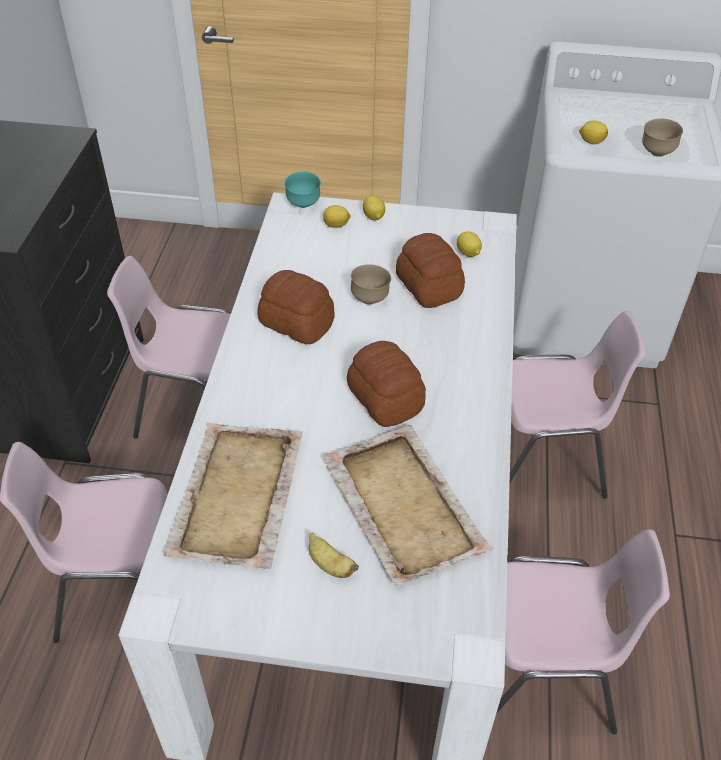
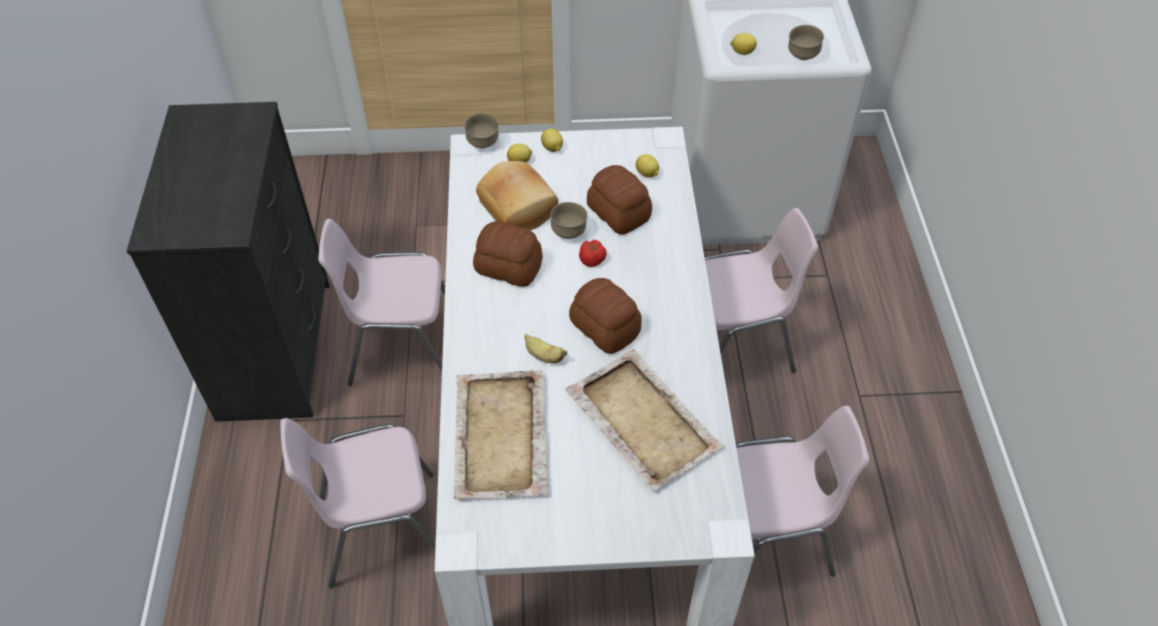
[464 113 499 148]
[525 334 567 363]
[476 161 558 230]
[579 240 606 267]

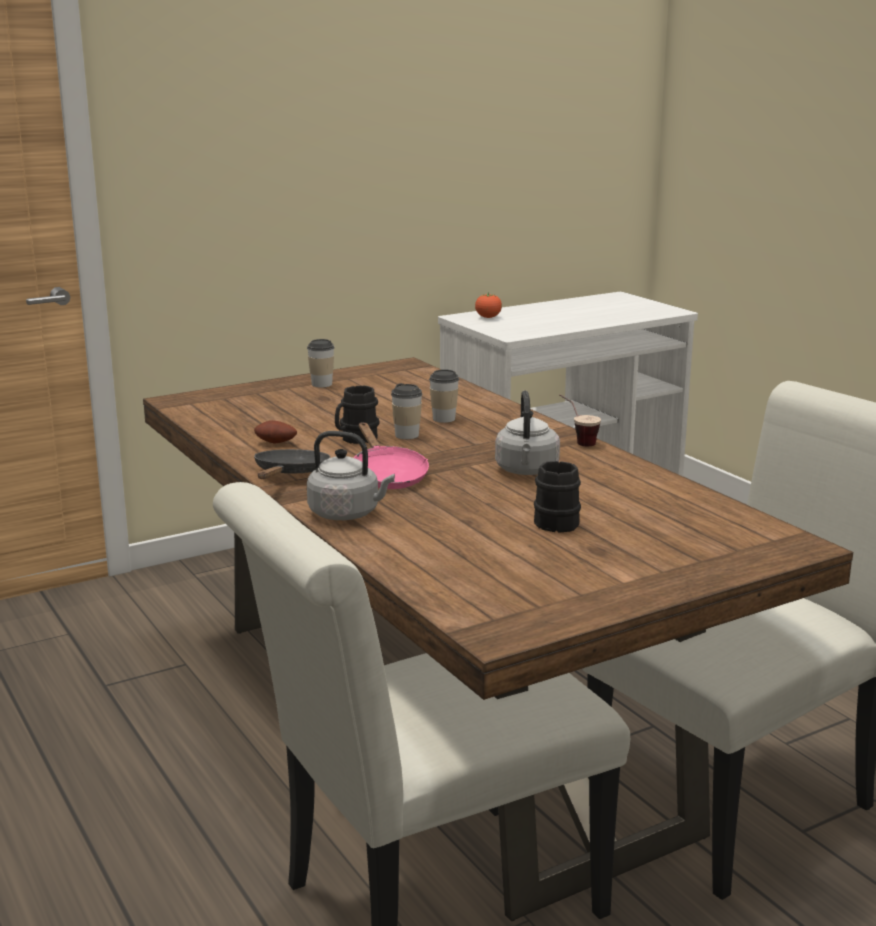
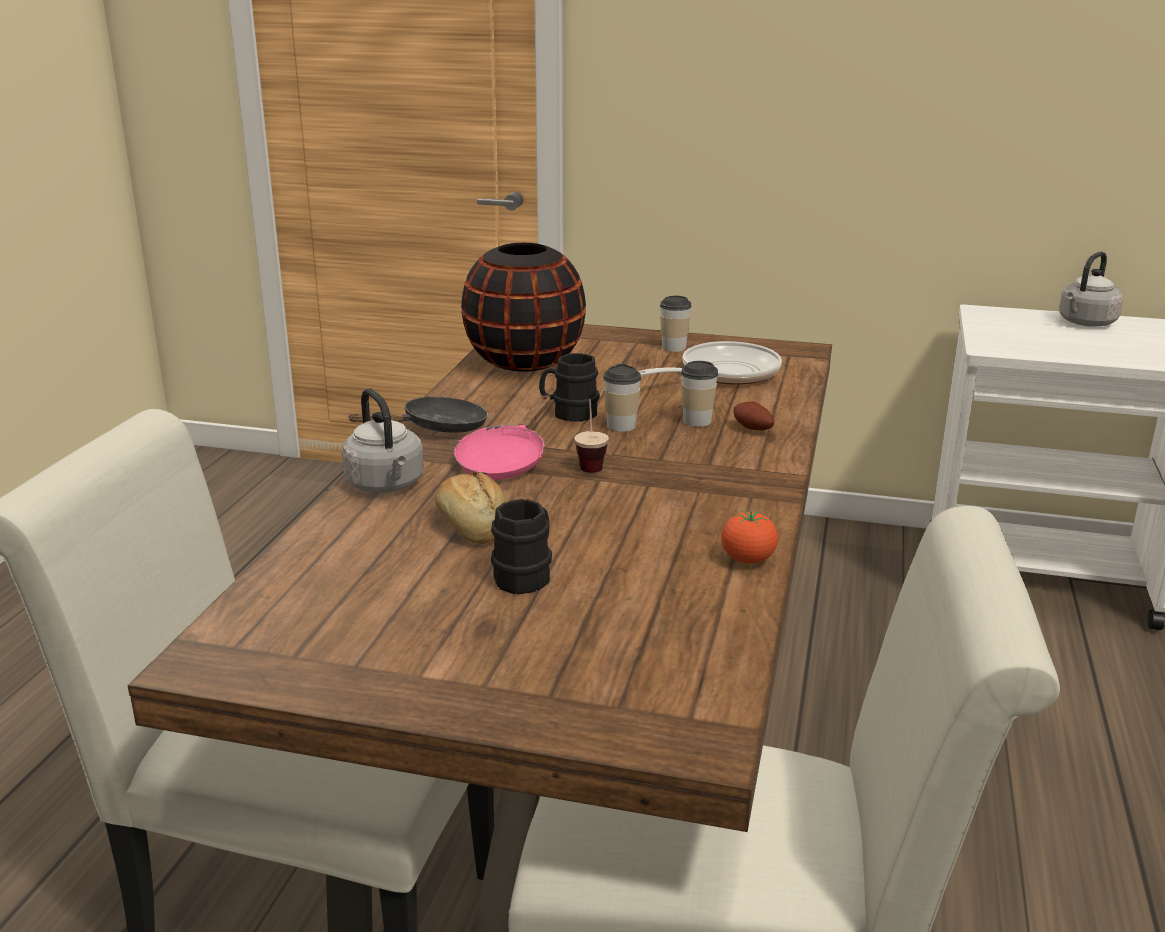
[721 511 778 564]
[1059 251 1123 327]
[574 399 609 473]
[733 402 774 430]
[461 243 586 372]
[638 341 782 385]
[435 471 506 544]

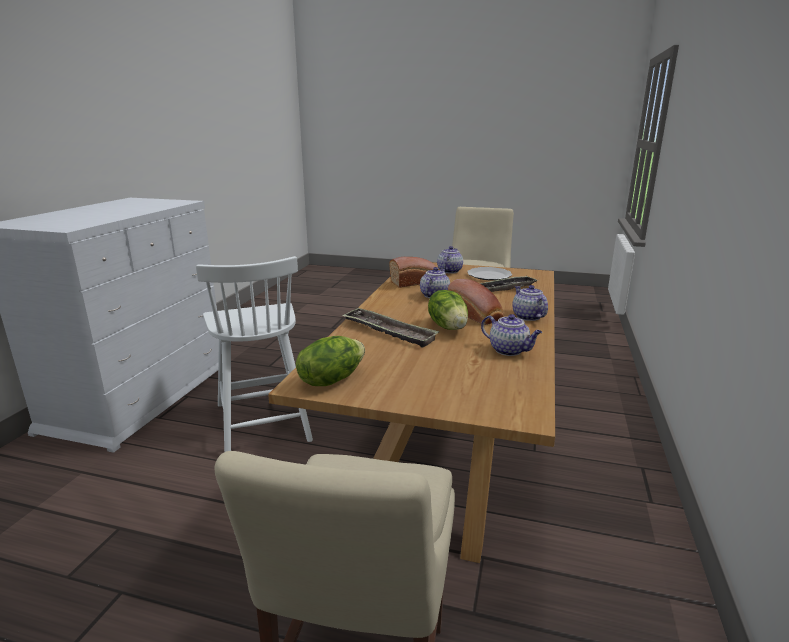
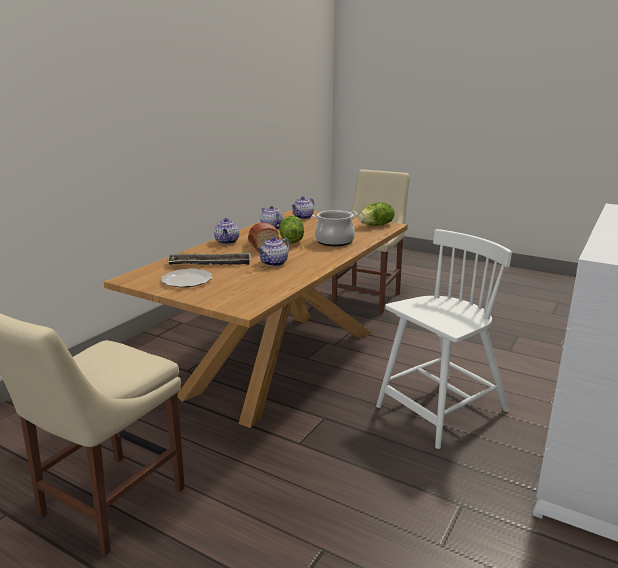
[292 196 314 219]
[376 229 512 449]
[389 257 436 288] (first image)
[312 210 358 246]

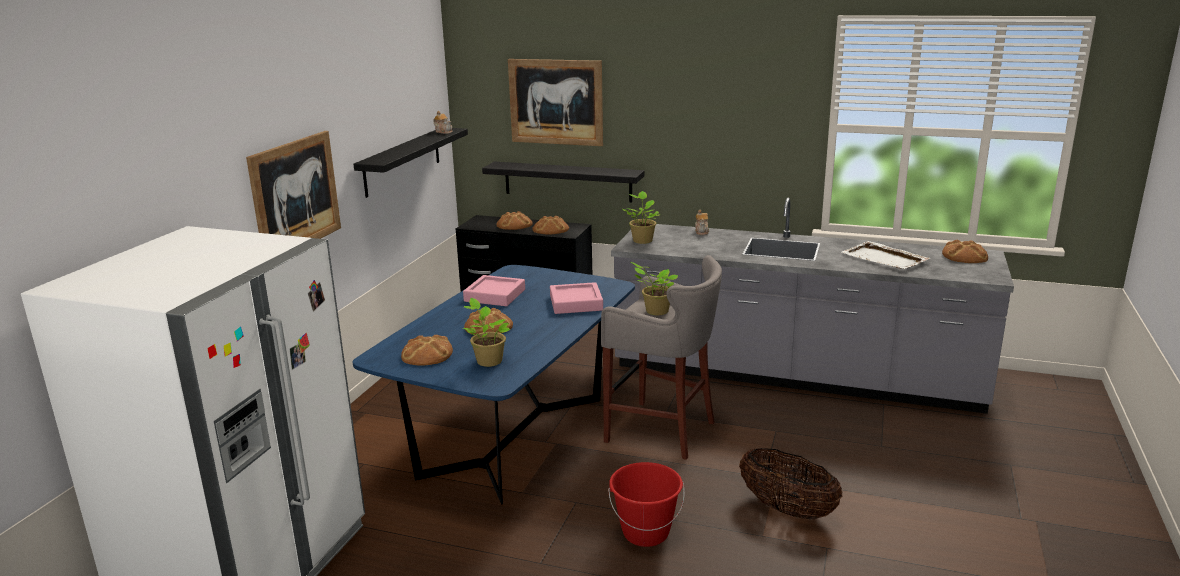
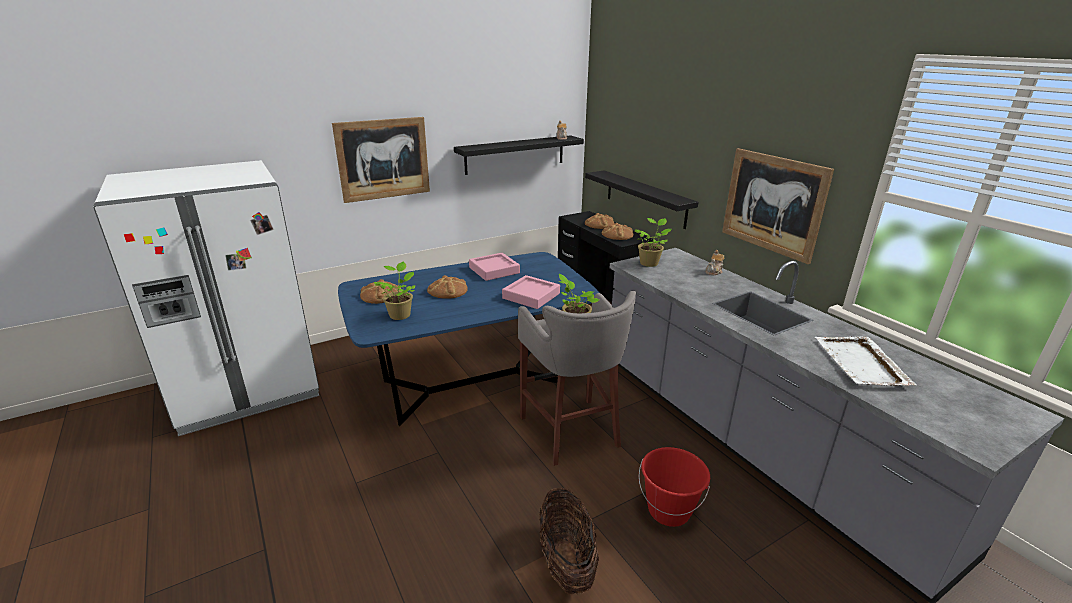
[722 148 834 264]
[942 240 988 263] (first image)
[639 447 710 527]

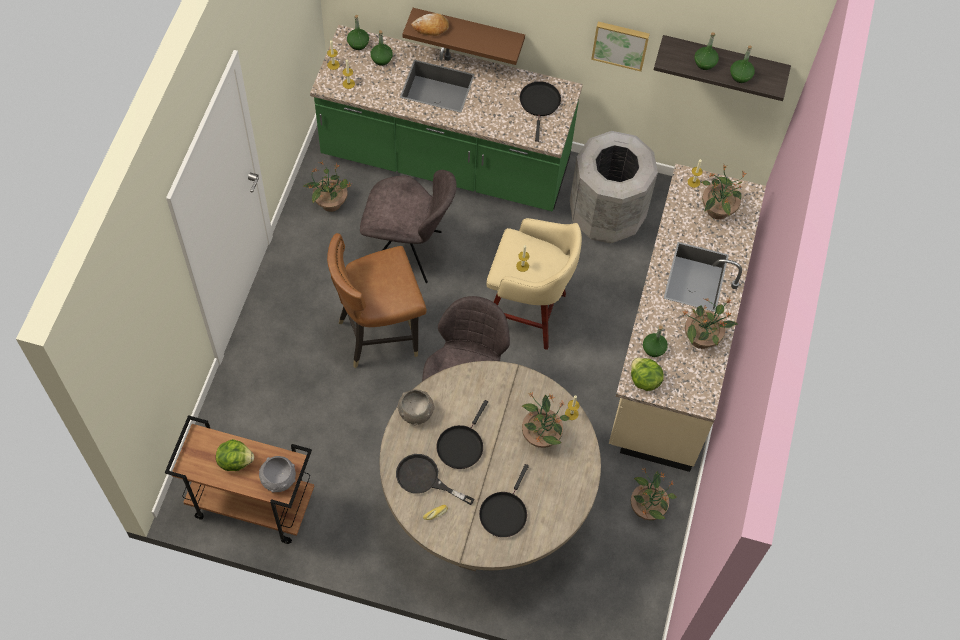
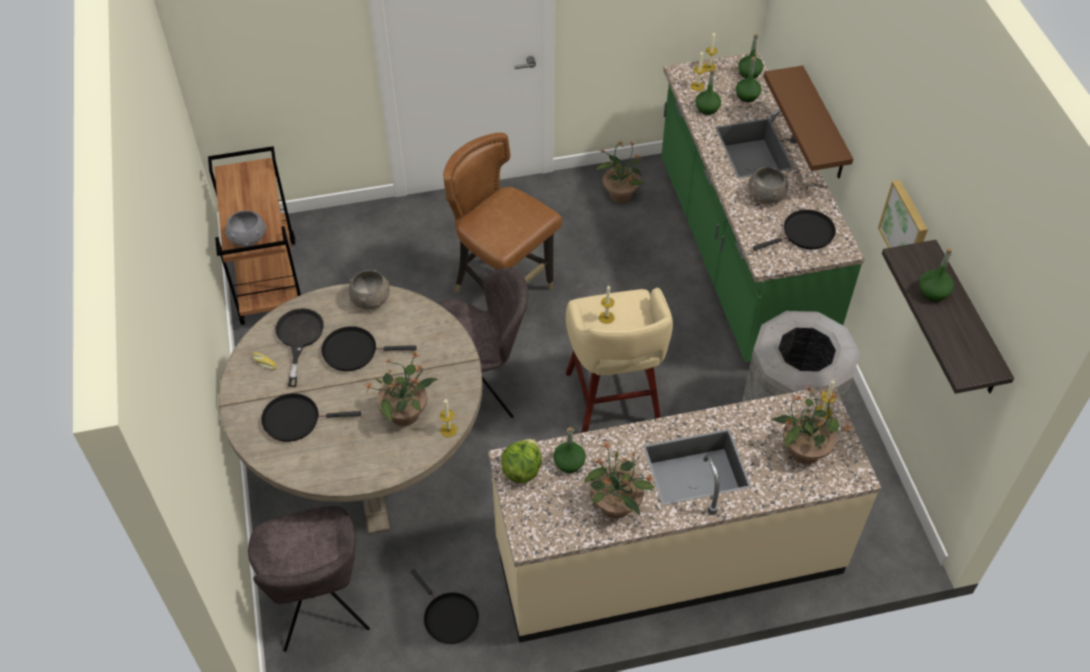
[411 13 449 36] (first image)
[695 69 721 115]
[248 506 370 652]
[216 439 254 471] (first image)
[410 569 479 644]
[748 167 788 204]

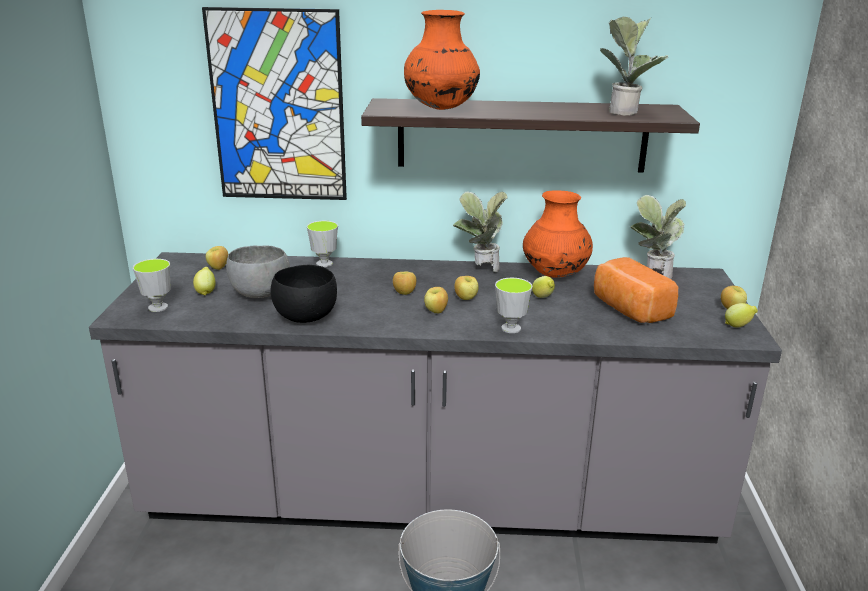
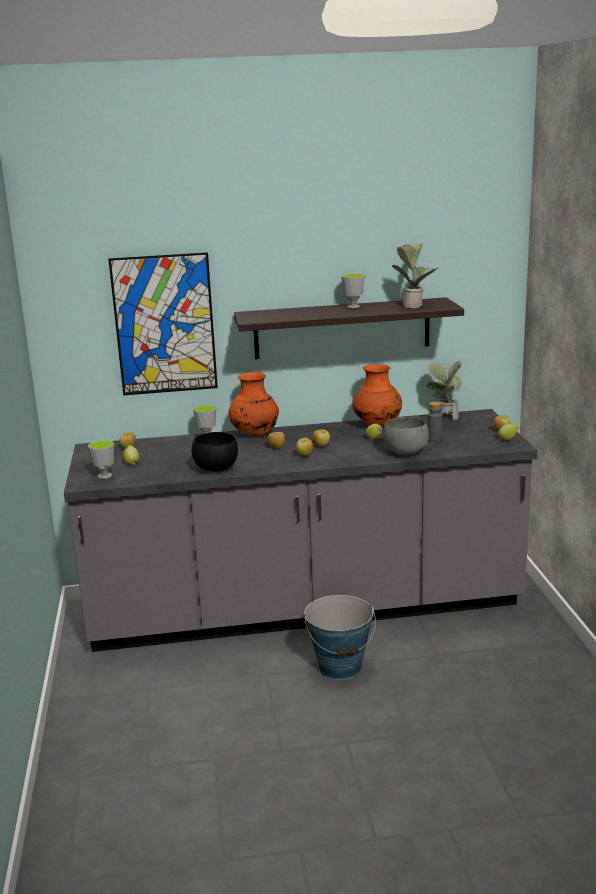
[228 372 279 436]
[453 192 508 272] (first image)
[383 417 429 455]
[427 402 443 442]
[341 273 365 308]

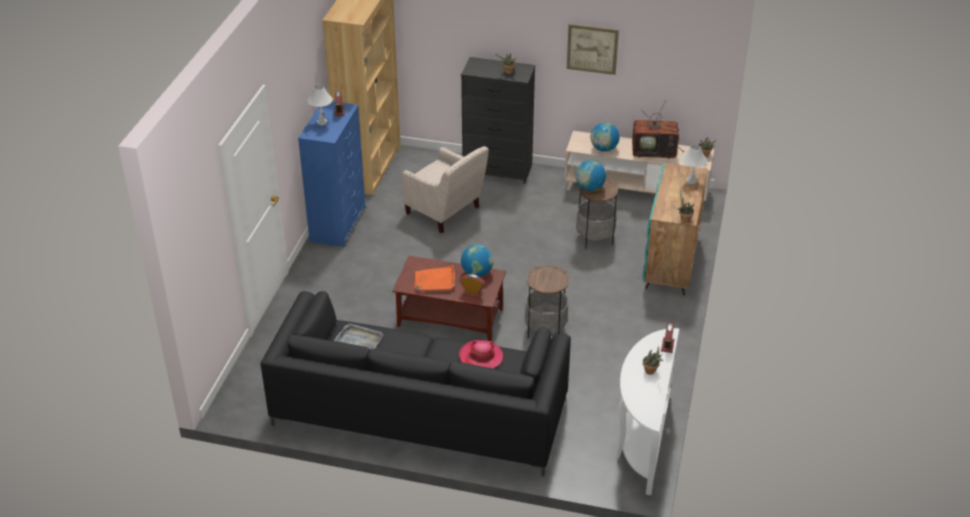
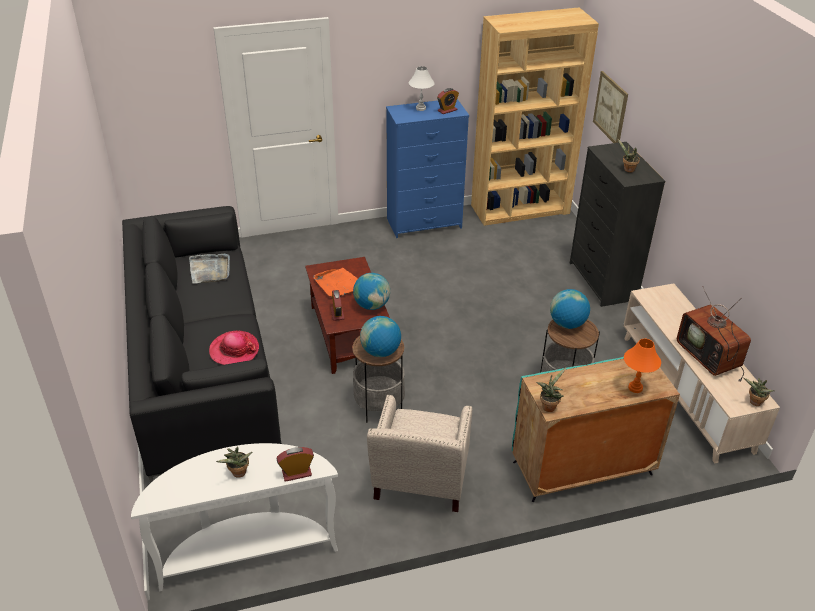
[593 71 628 143]
[360 316 401 357]
[624 339 661 393]
[367 395 472 512]

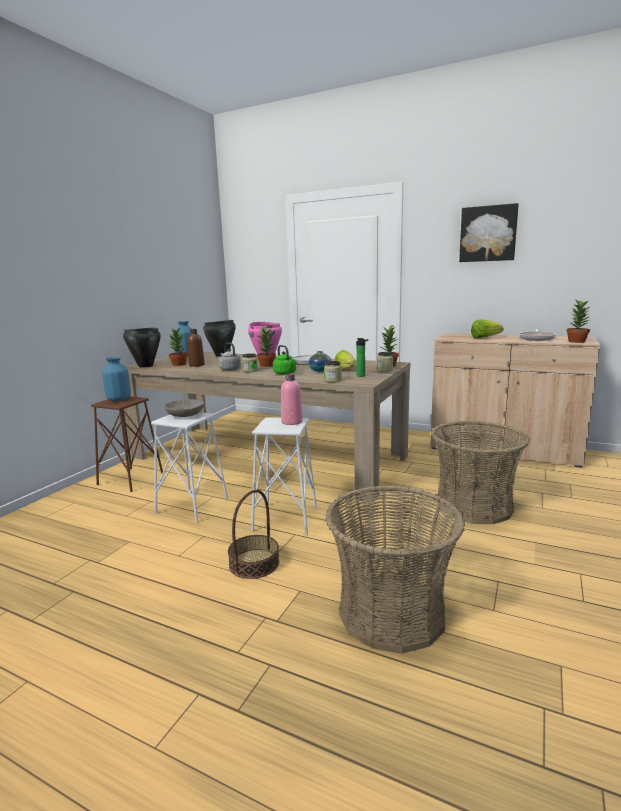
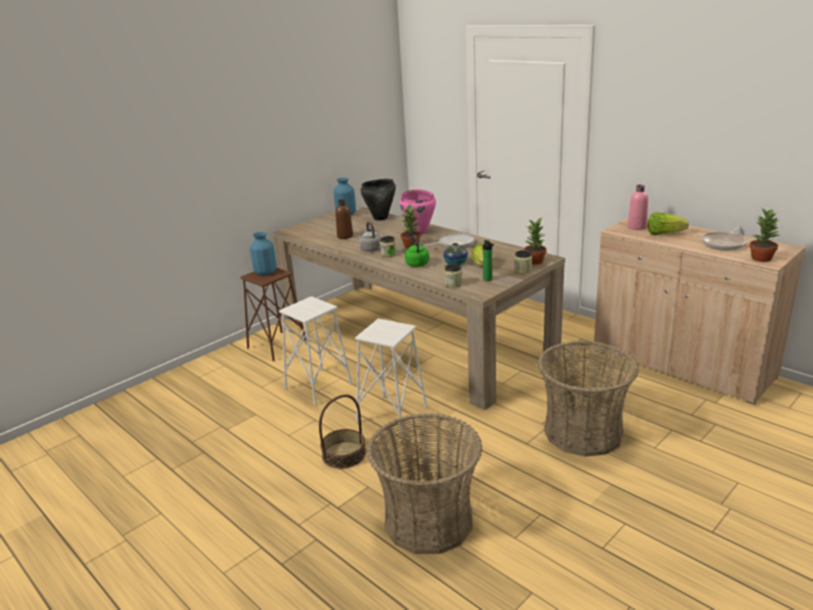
[459 203 519 262] (first image)
[123 328 161 368] (first image)
[169 328 188 366] (first image)
[627 185 648 230]
[164 399 204 417] (first image)

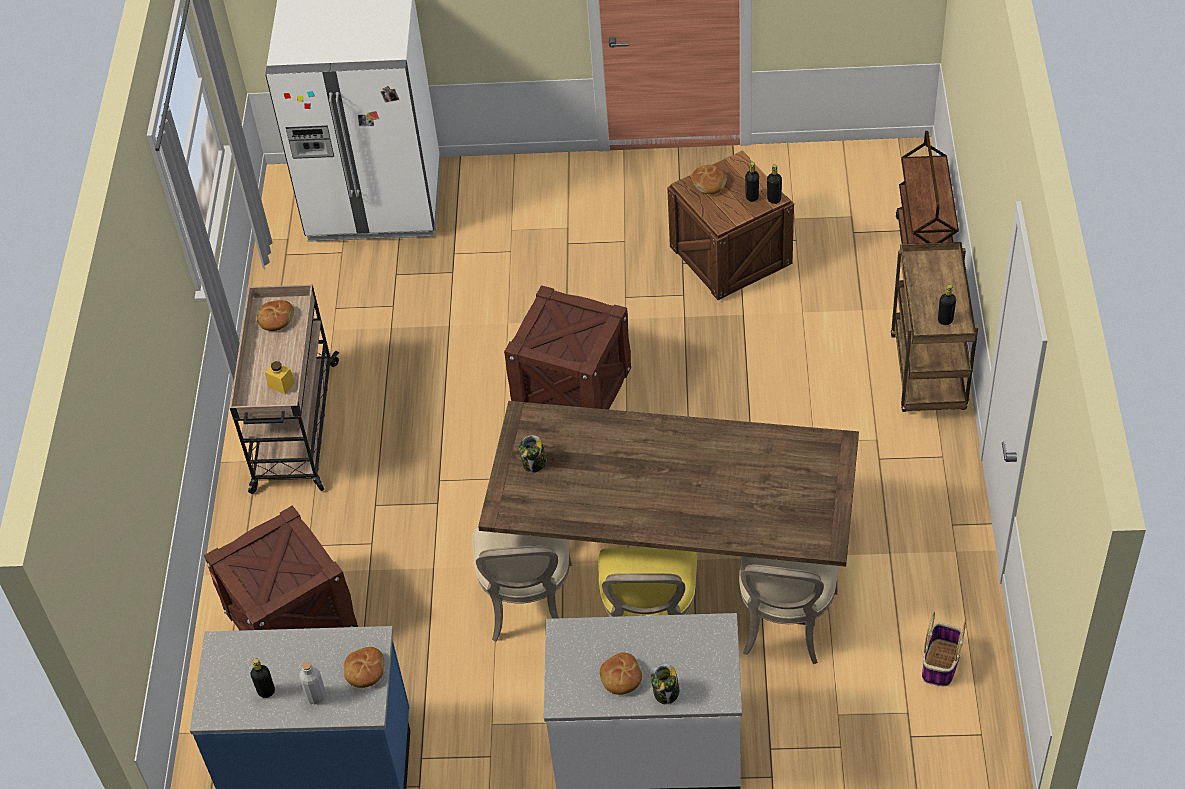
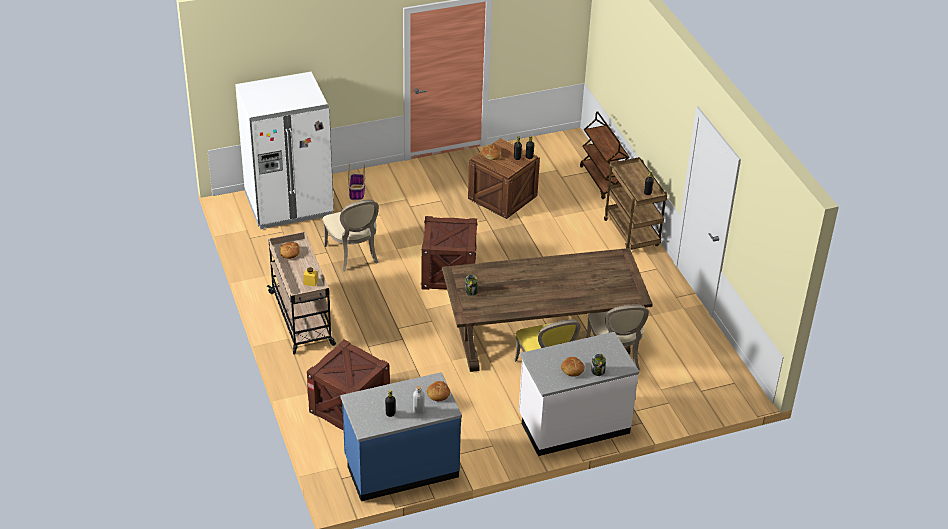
[323 199 379 271]
[348 163 365 200]

